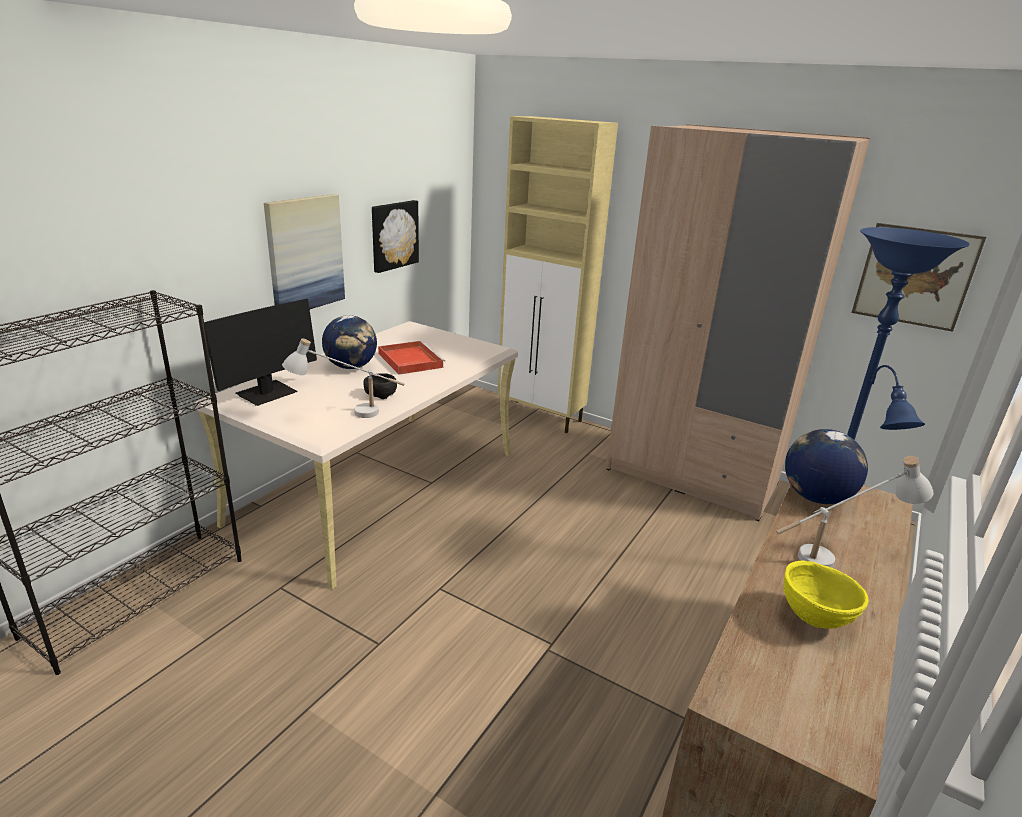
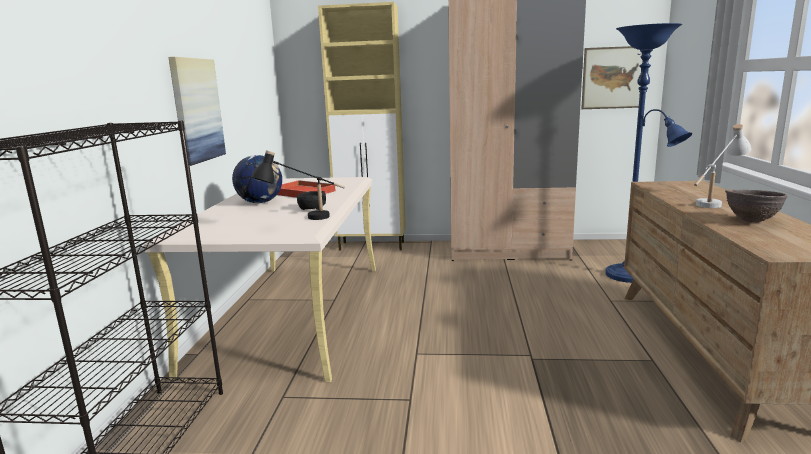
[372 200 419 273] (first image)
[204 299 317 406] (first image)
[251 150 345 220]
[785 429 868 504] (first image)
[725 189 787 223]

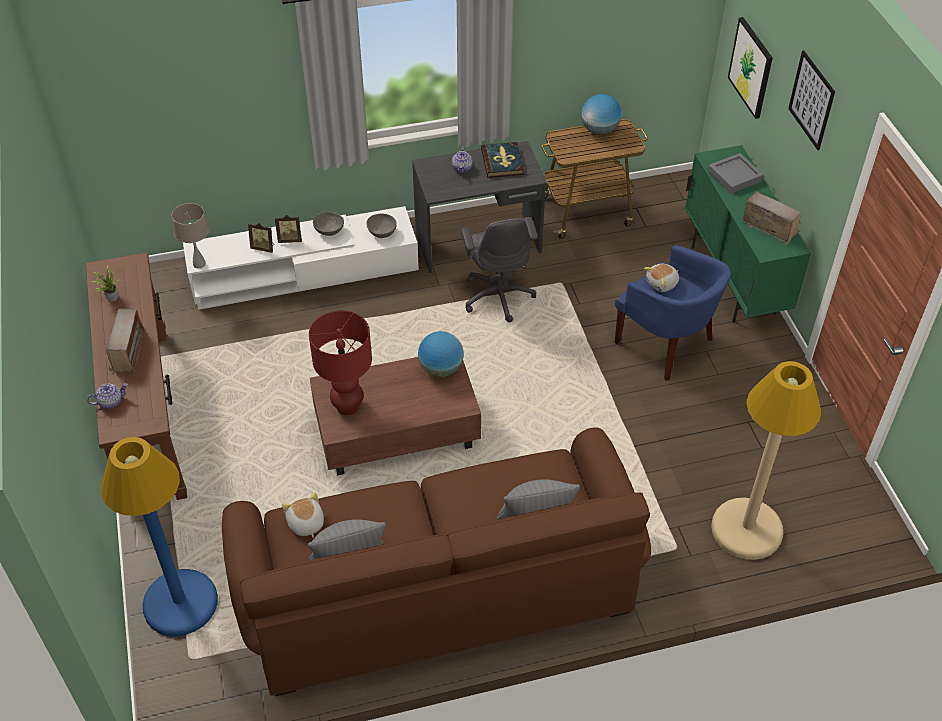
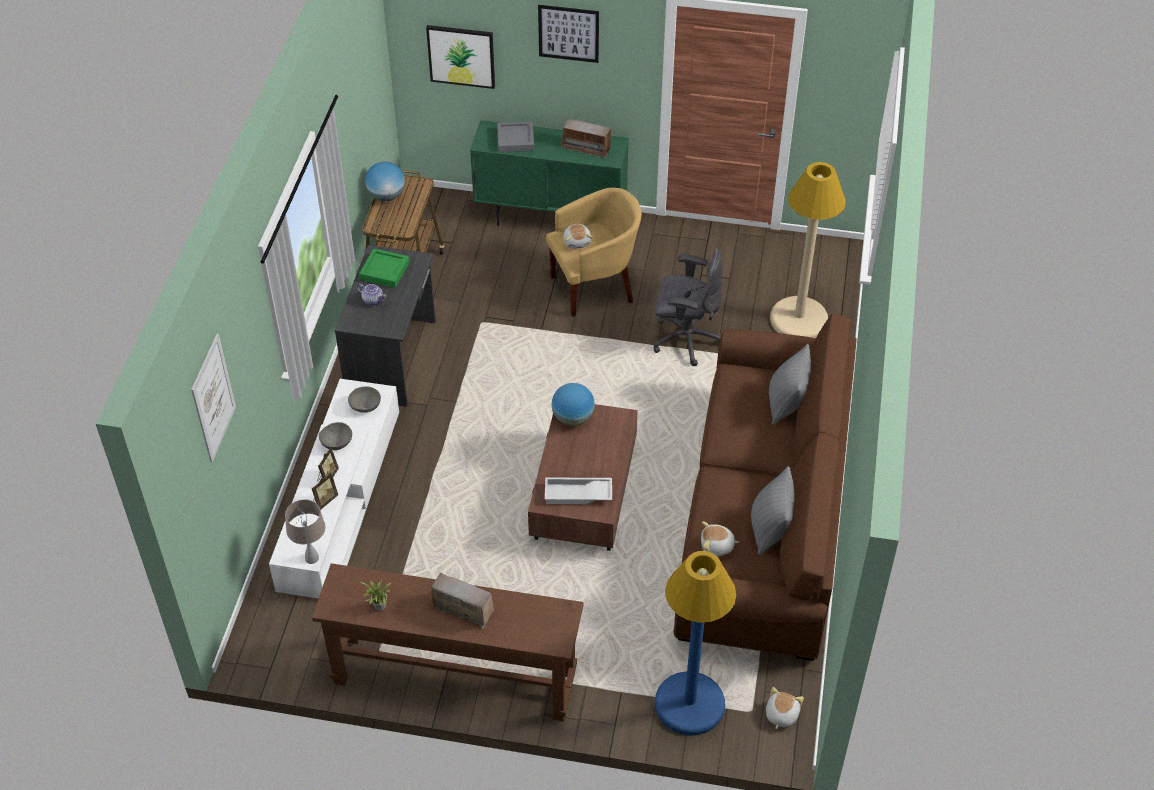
[359 249 409 288]
[560 118 611 158]
[654 248 722 366]
[546 188 642 317]
[545 477 612 504]
[87 383 128 409] (first image)
[191 334 236 462]
[766 687 804 729]

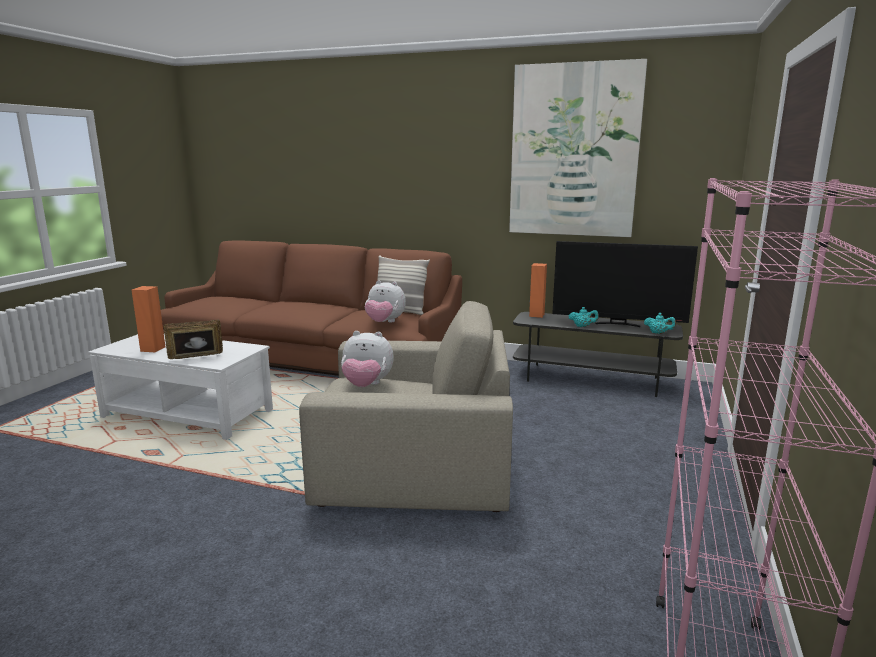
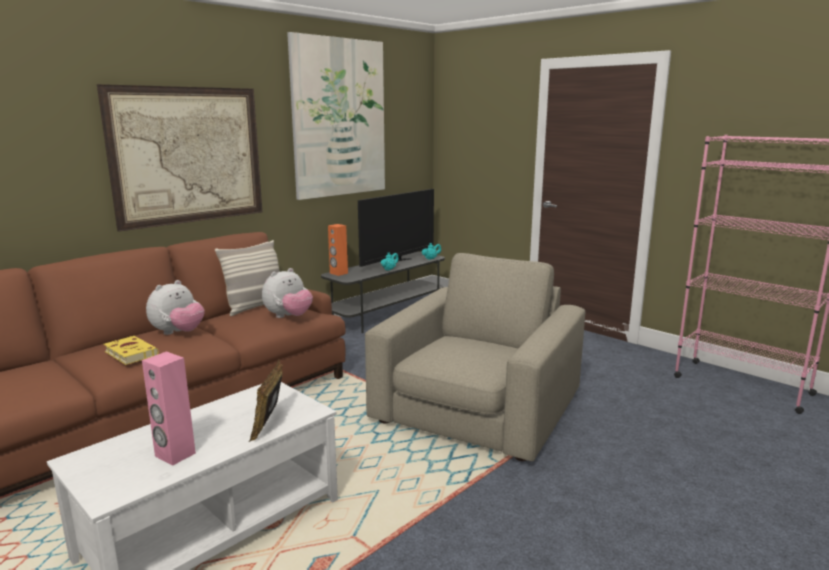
[142 351 196 466]
[146 280 205 335]
[97 84 262 232]
[103 336 159 365]

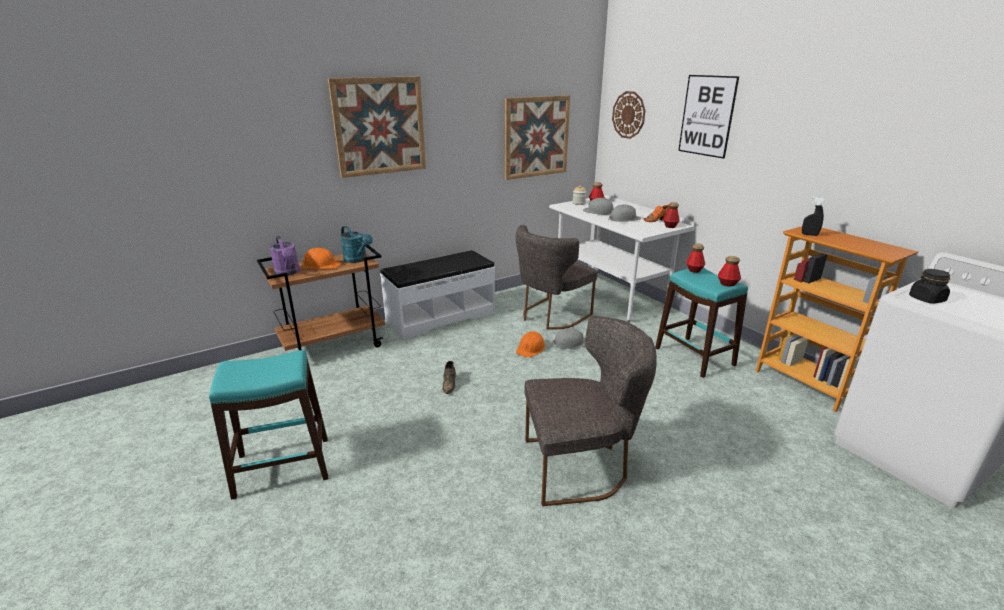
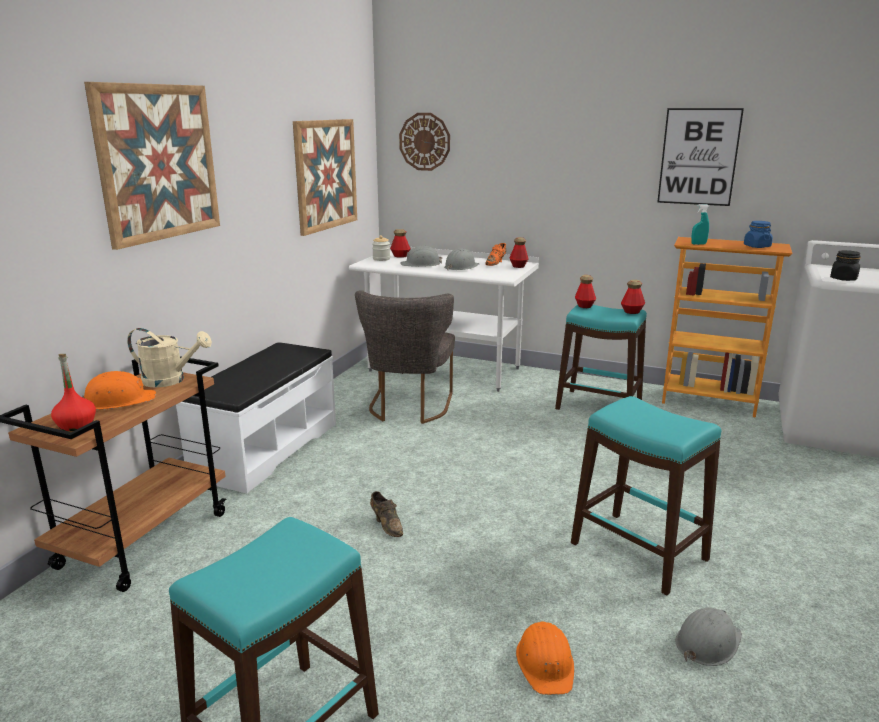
[657 108 744 206]
[691 204 709 245]
[127 328 212 388]
[51 354 96 431]
[571 396 722 595]
[675 607 742 666]
[516 621 574 695]
[744 221 773 248]

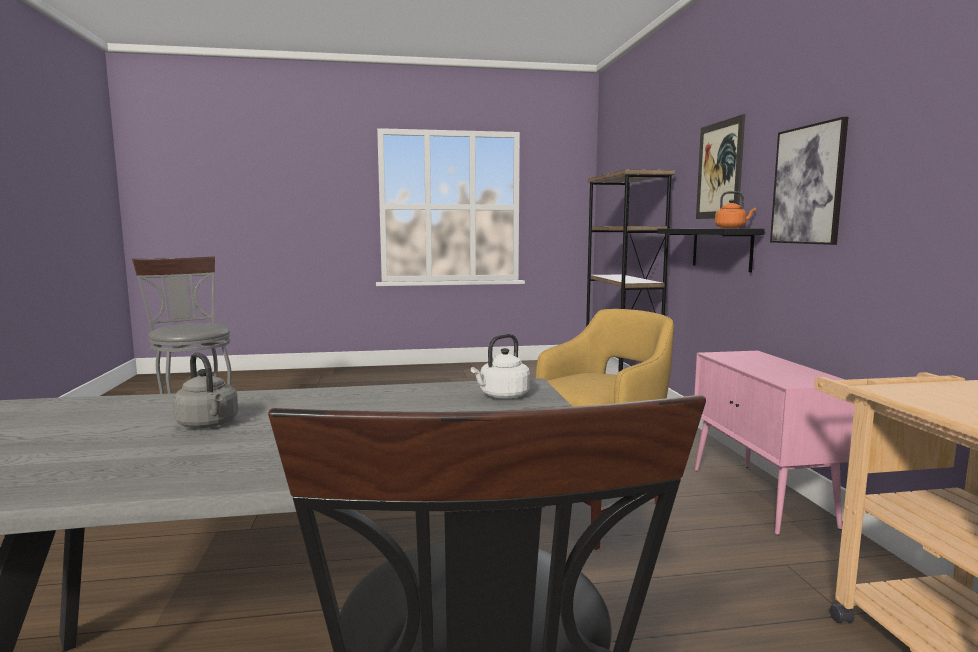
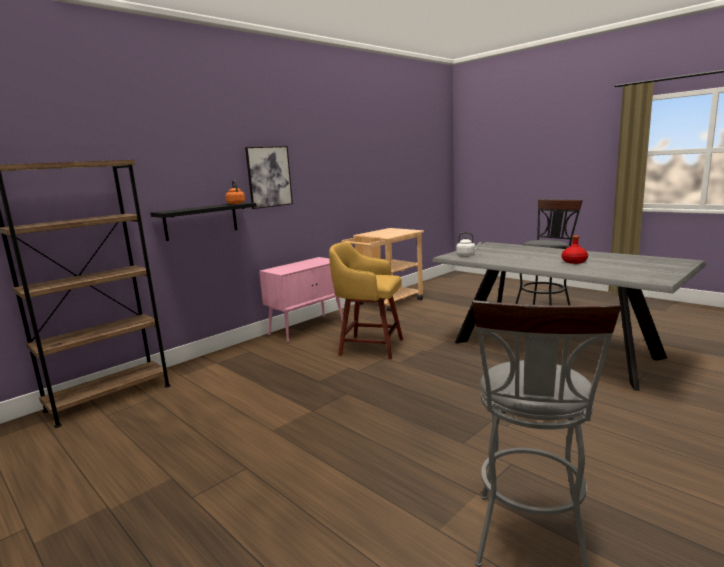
[696 114 745 219] (first image)
[561 235 588 264]

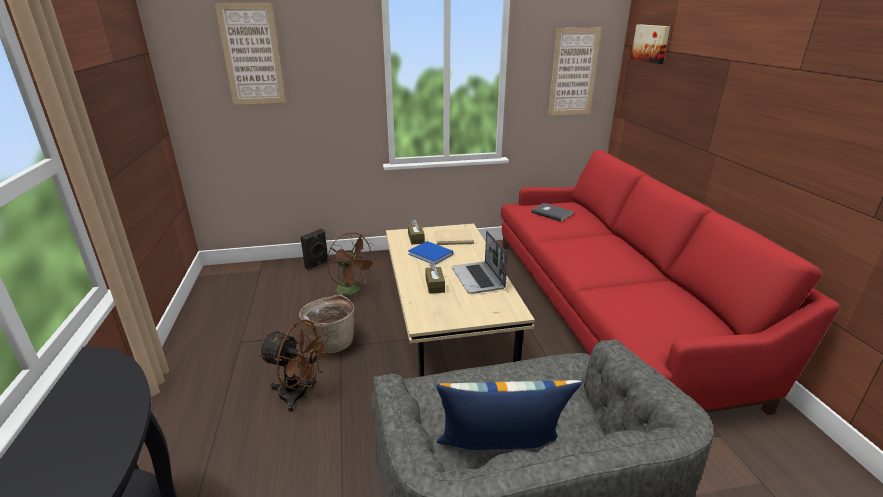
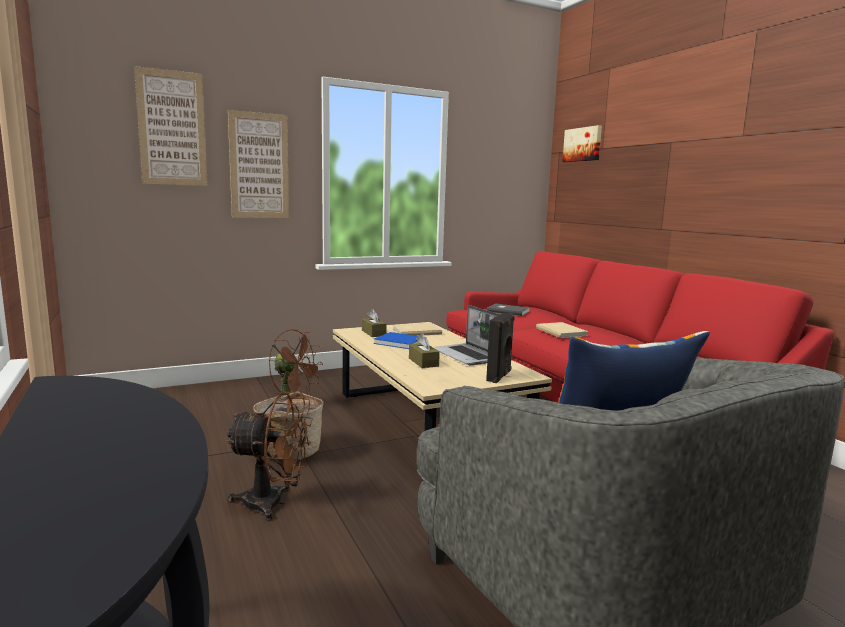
[228 110 289 218]
[486 313 515 383]
[536 322 588 338]

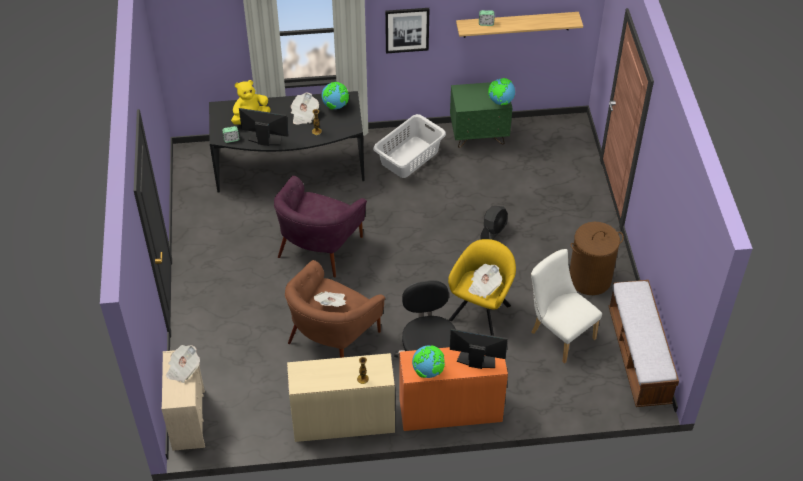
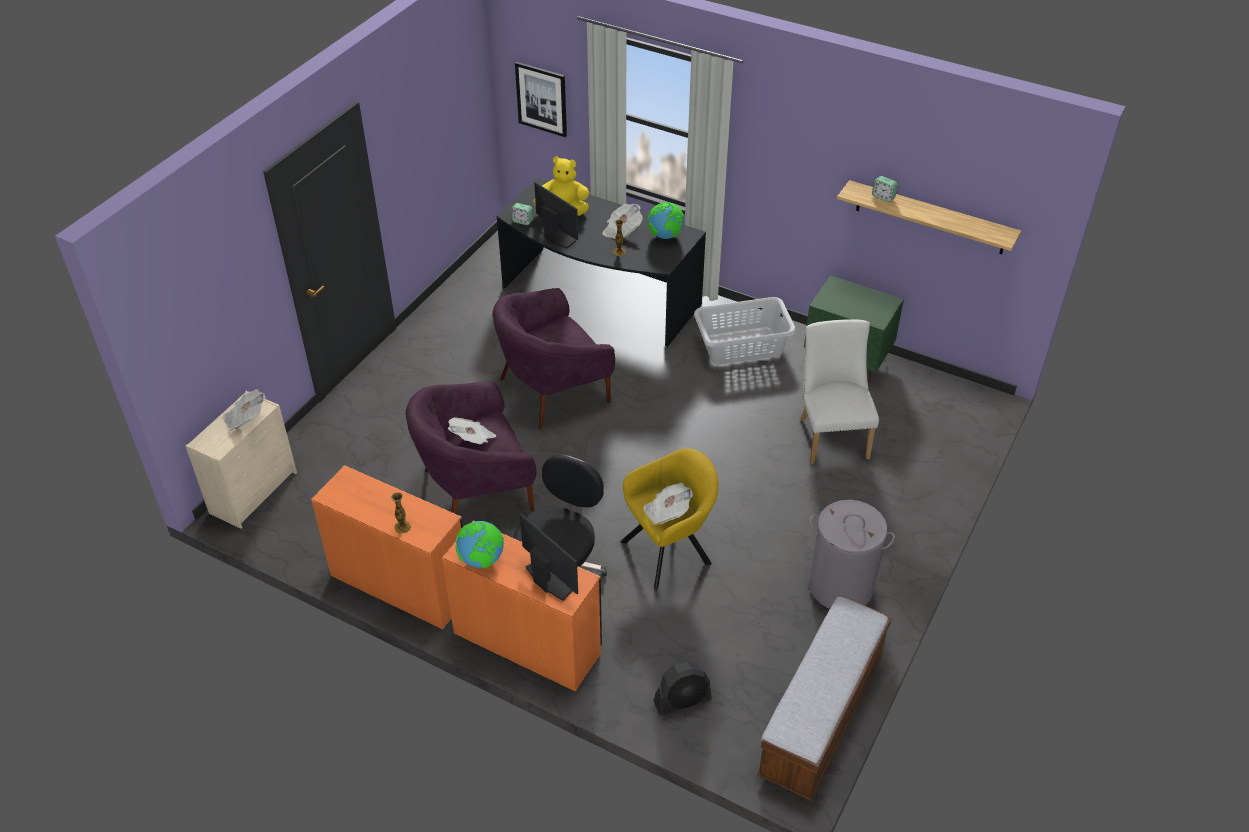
[515 62 567 137]
[488 78 515 105] (first image)
[653 661 712 716]
[809 500 895 609]
[800 319 879 464]
[406 381 537 514]
[311 465 463 629]

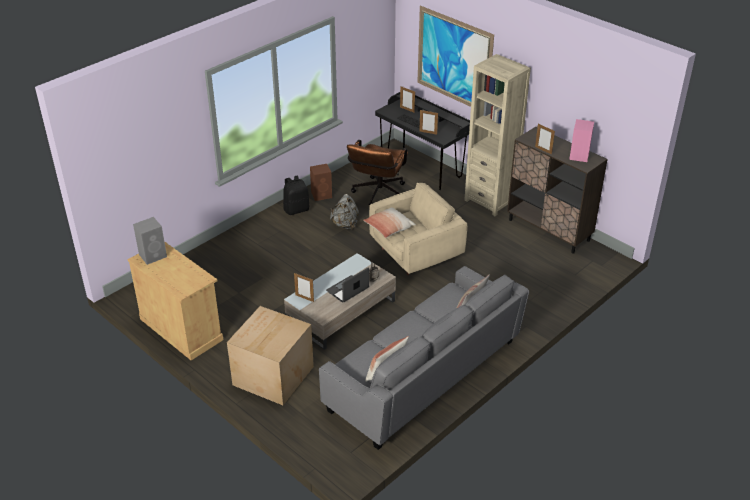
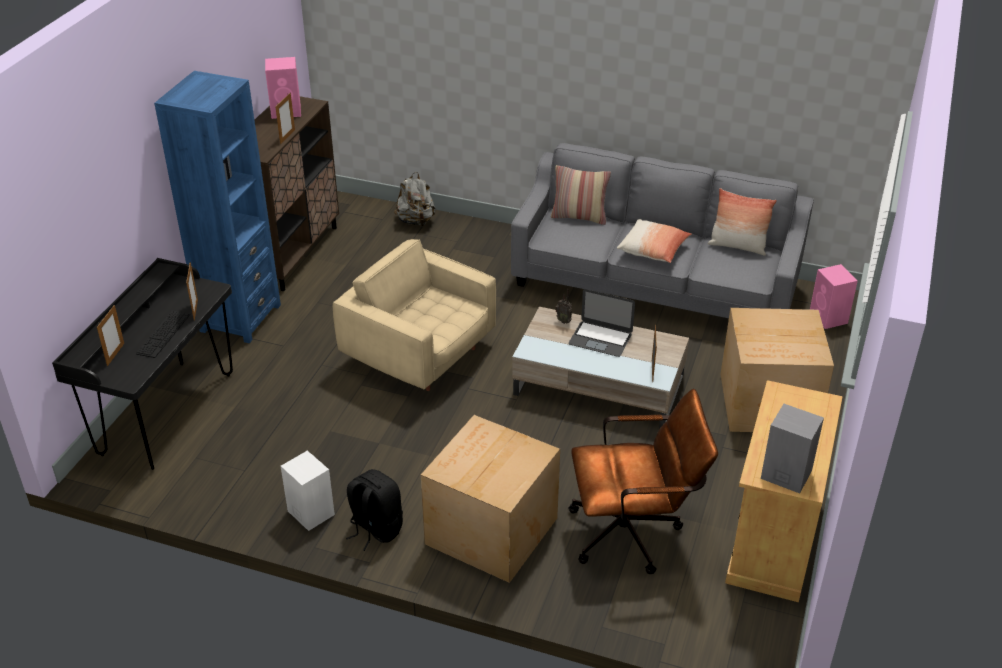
[417 6 494 107] (first image)
[154 71 281 343]
[568 389 718 574]
[281 451 335 531]
[394 172 436 227]
[617 219 692 263]
[810 264 858 329]
[421 415 560 583]

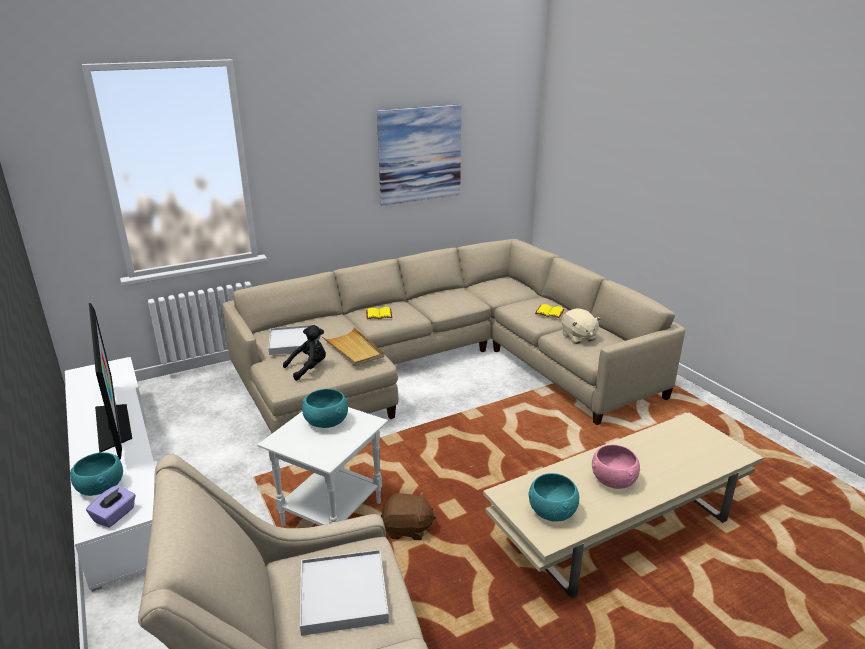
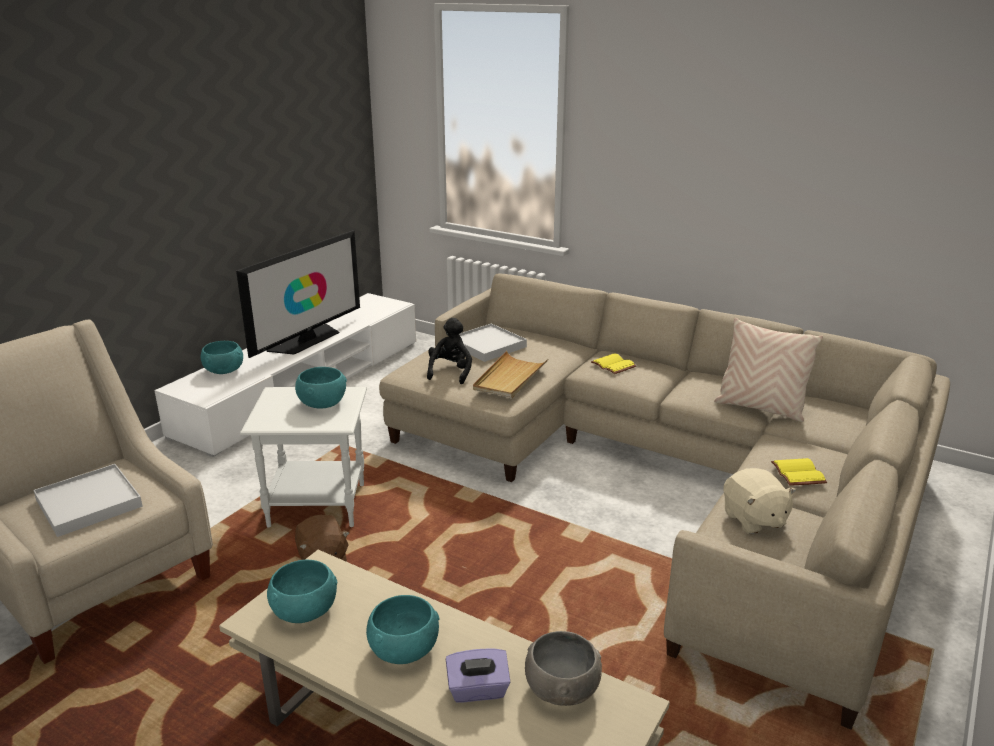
[377 104 461 206] (first image)
[723 468 797 534]
[427 318 472 384]
[366 595 439 664]
[446 649 511 702]
[714 318 823 422]
[525 631 602 706]

